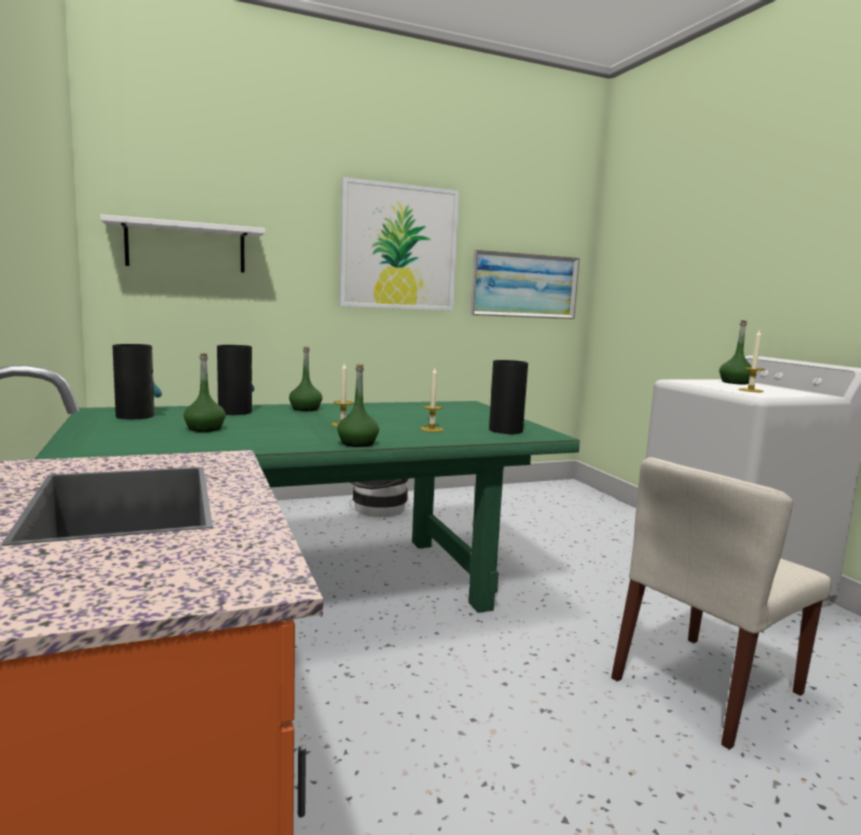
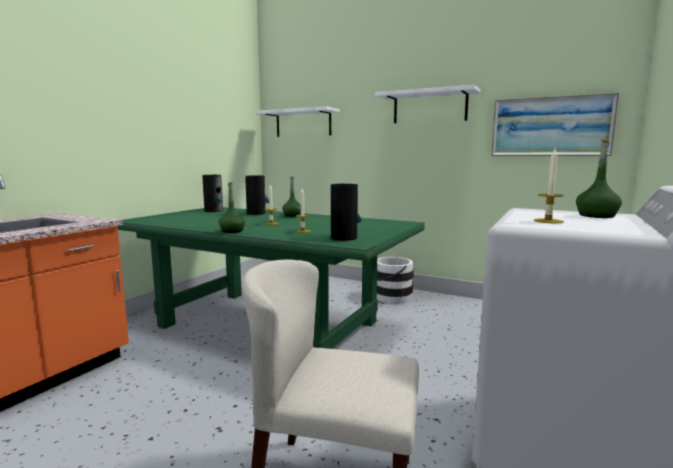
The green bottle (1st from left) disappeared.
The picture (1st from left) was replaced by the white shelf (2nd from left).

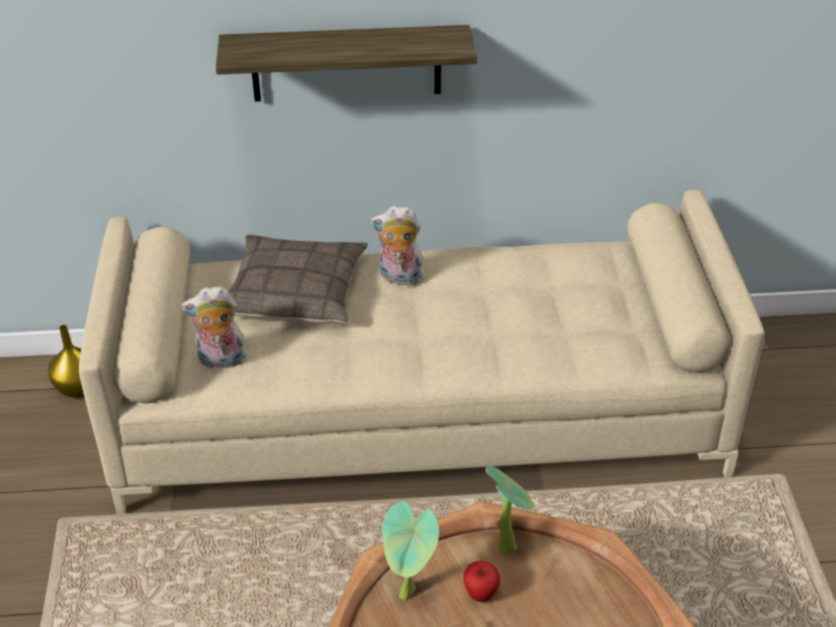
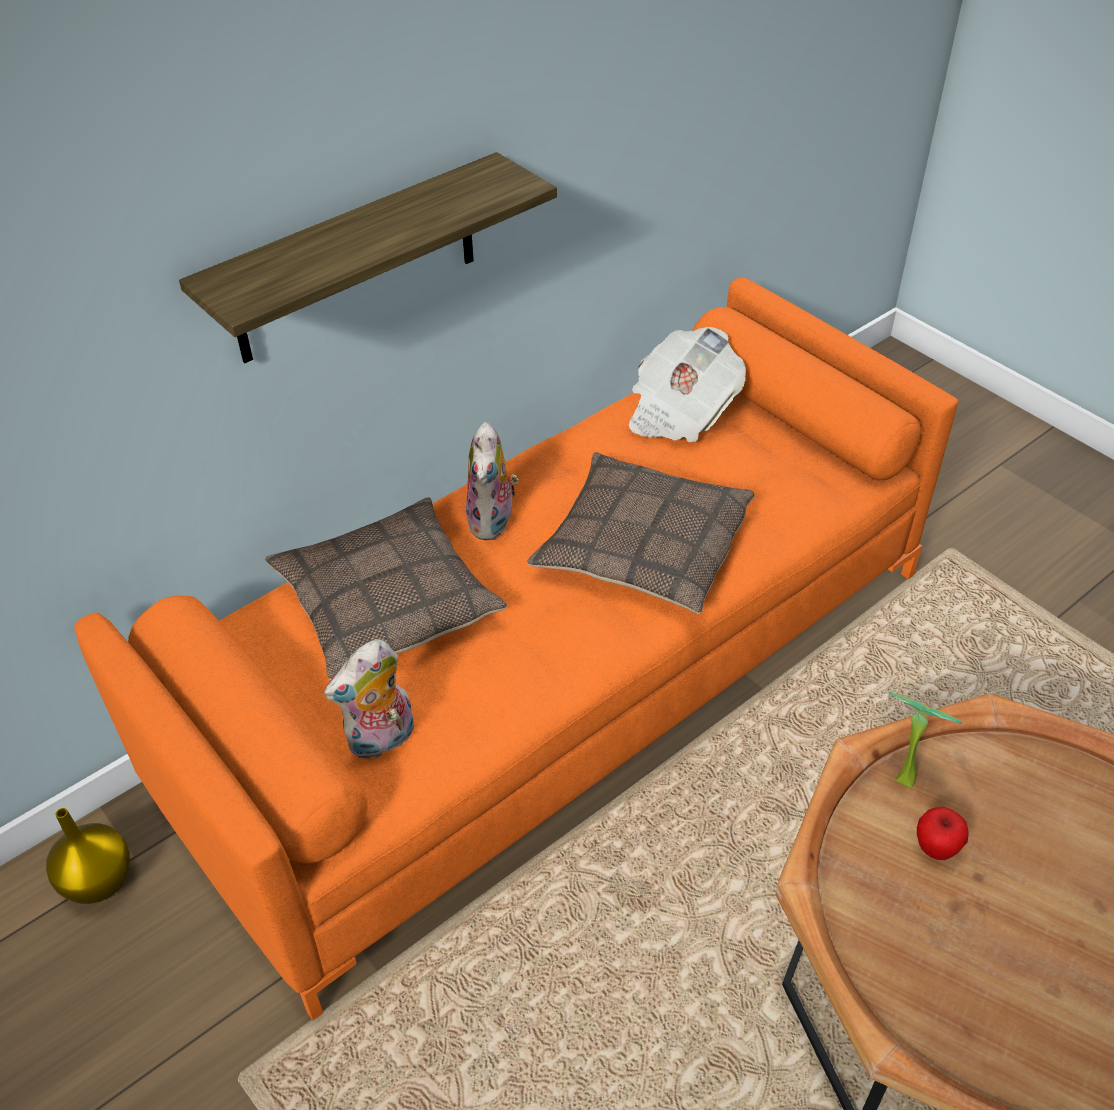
The beige sofa became the orange sofa.
The plush toy (2nd from left) turned 60 degrees counterclockwise.
The potted plant (1st from left) disappeared.
The pillow (2nd from left) appeared.
The newspaper appeared.

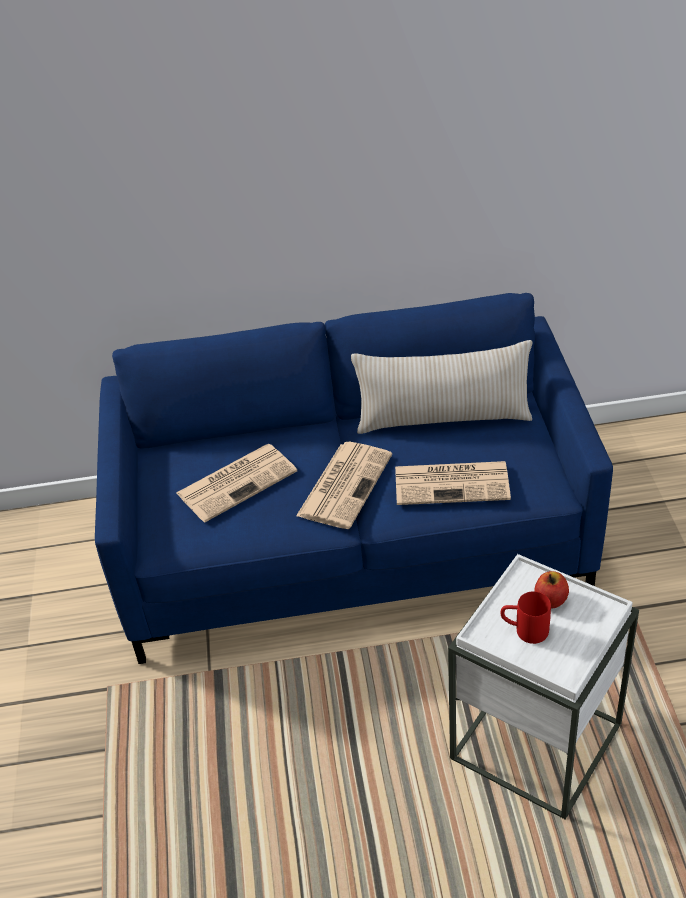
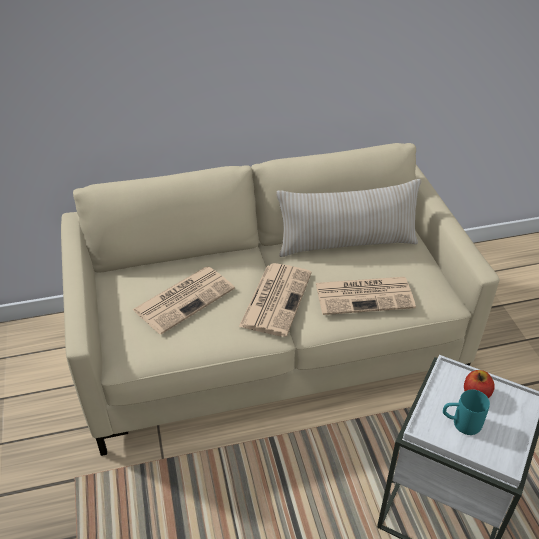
The blue sofa became the beige sofa.
The red mug became the turquoise mug.

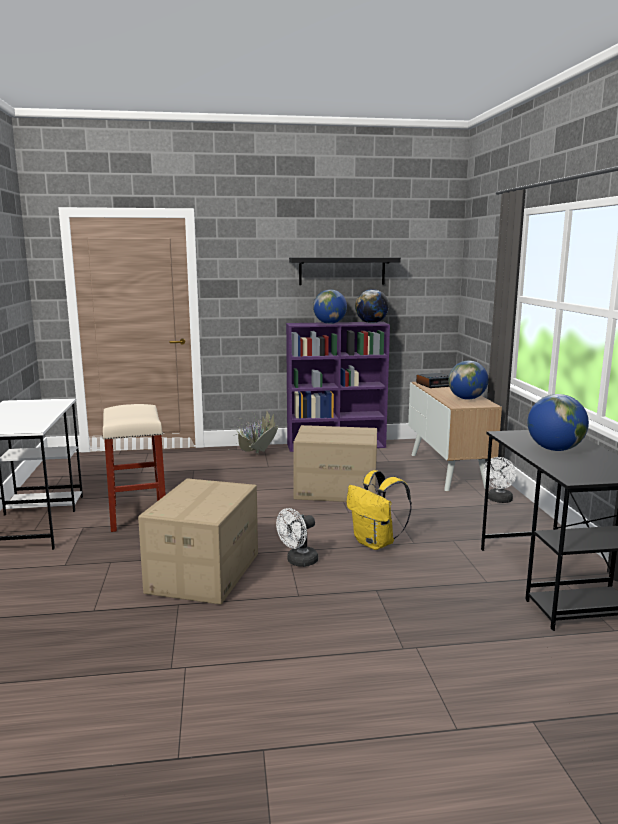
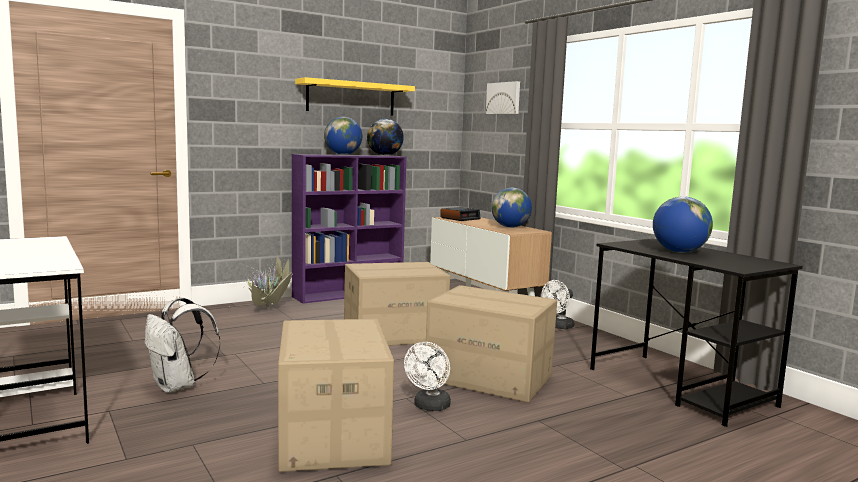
The beige stool was replaced by the white backpack.
The black shelf became the yellow shelf.
The yellow backpack was replaced by the cardboard box (3rd from left).
The white fan (2nd from left) turned 45 degrees clockwise.
The picture appeared.

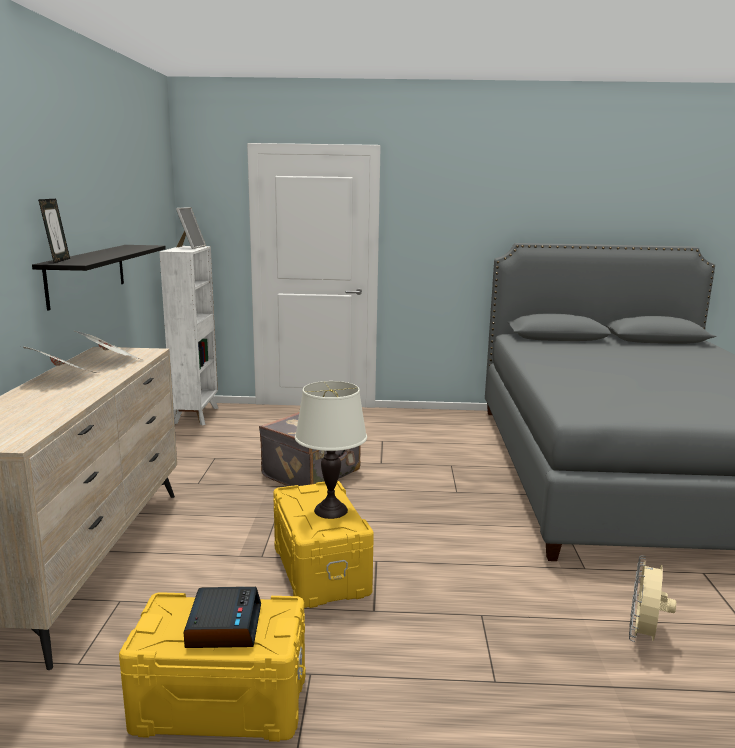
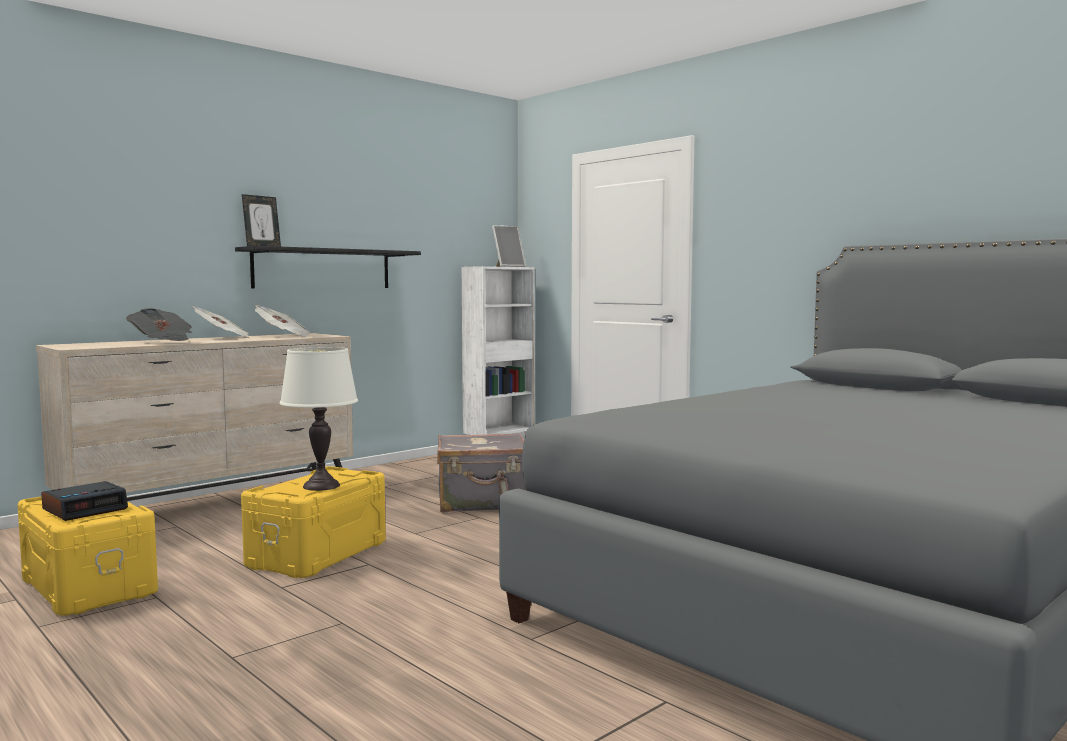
The beige fan disappeared.
The newspaper (1st from left) appeared.

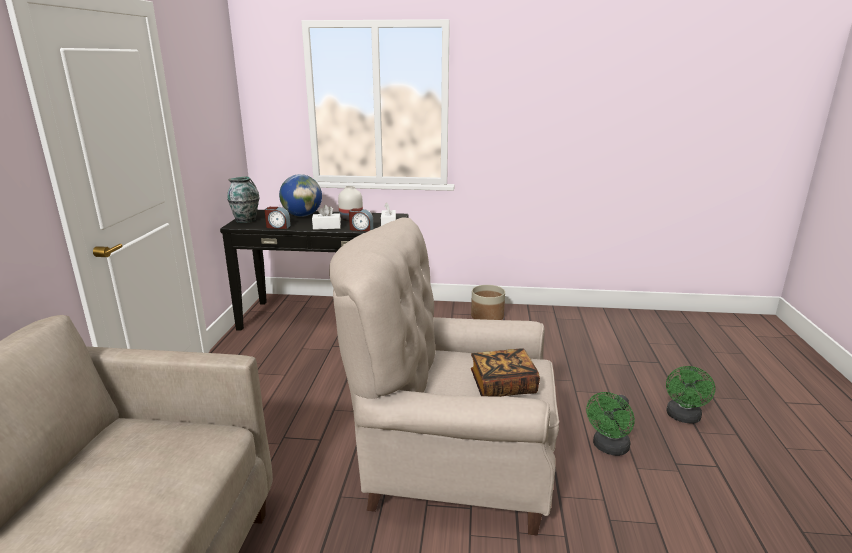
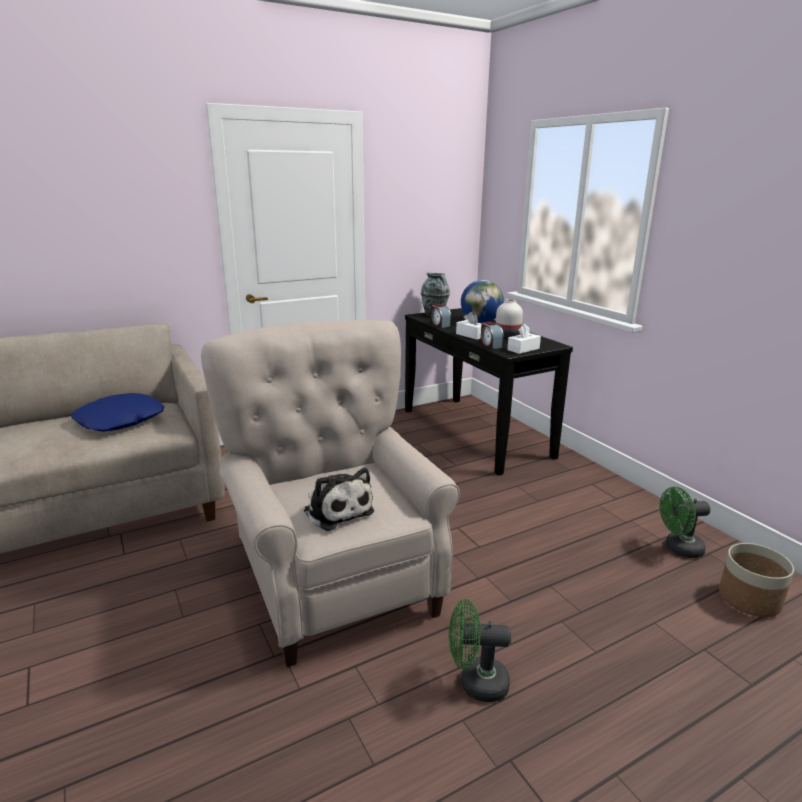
The planter moved.
The book was replaced by the plush toy.
The green fan (2nd from left) moved.
The blue pillow appeared.

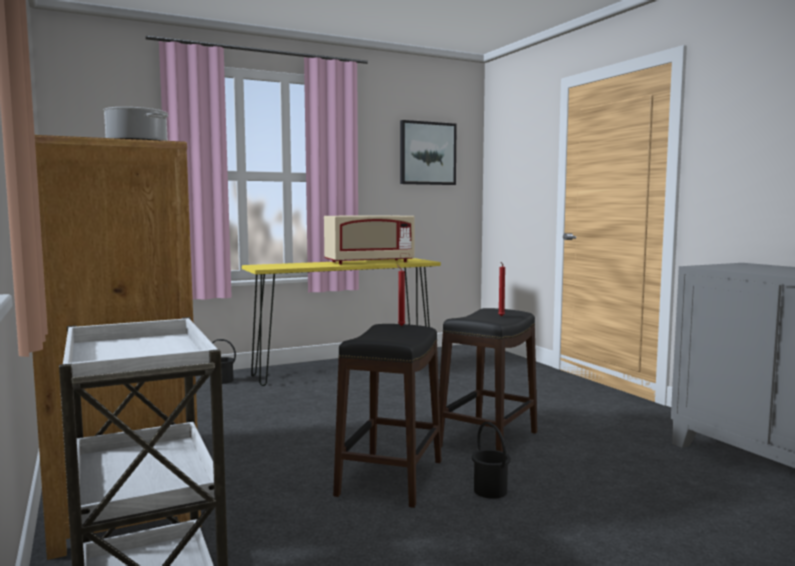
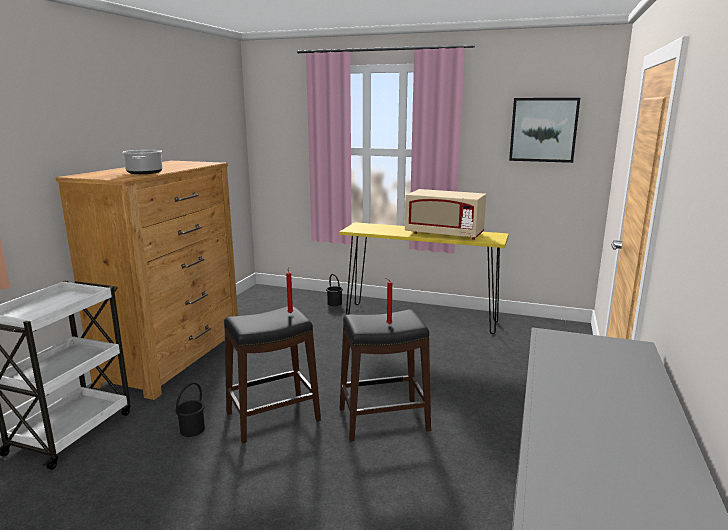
The black bucket (2nd from left in the first image) moved.

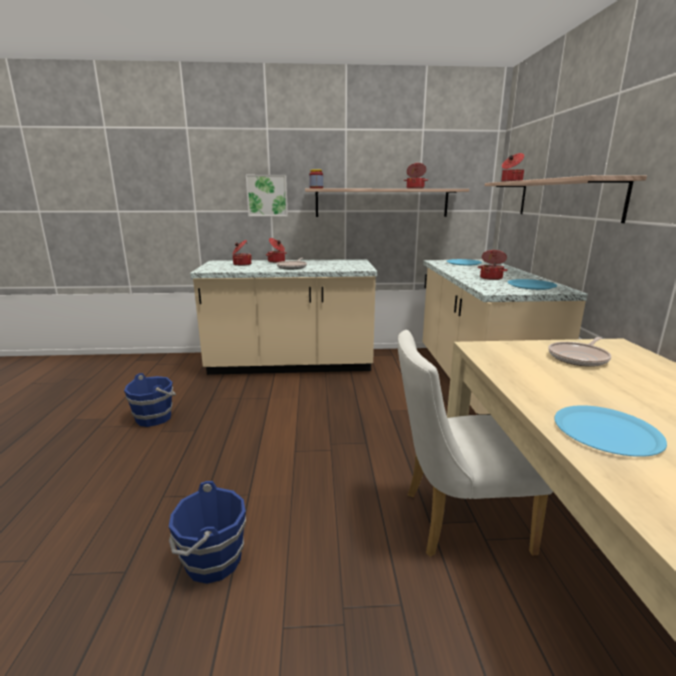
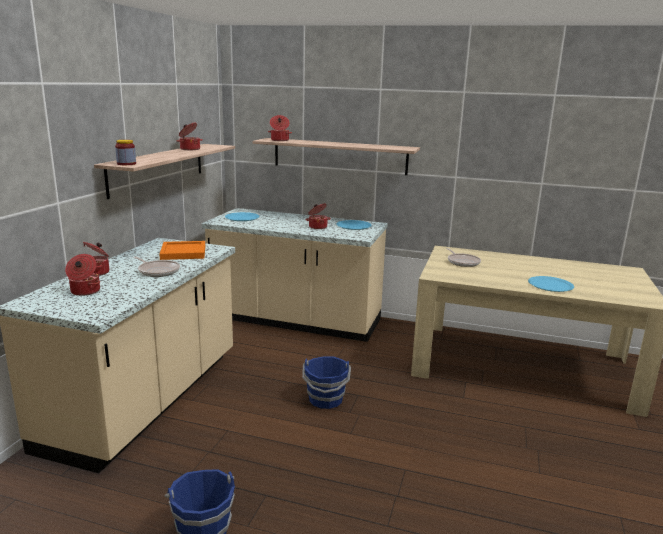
The blue bucket (2nd from left) moved.
The picture disappeared.
The white chair disappeared.
The orange tray appeared.

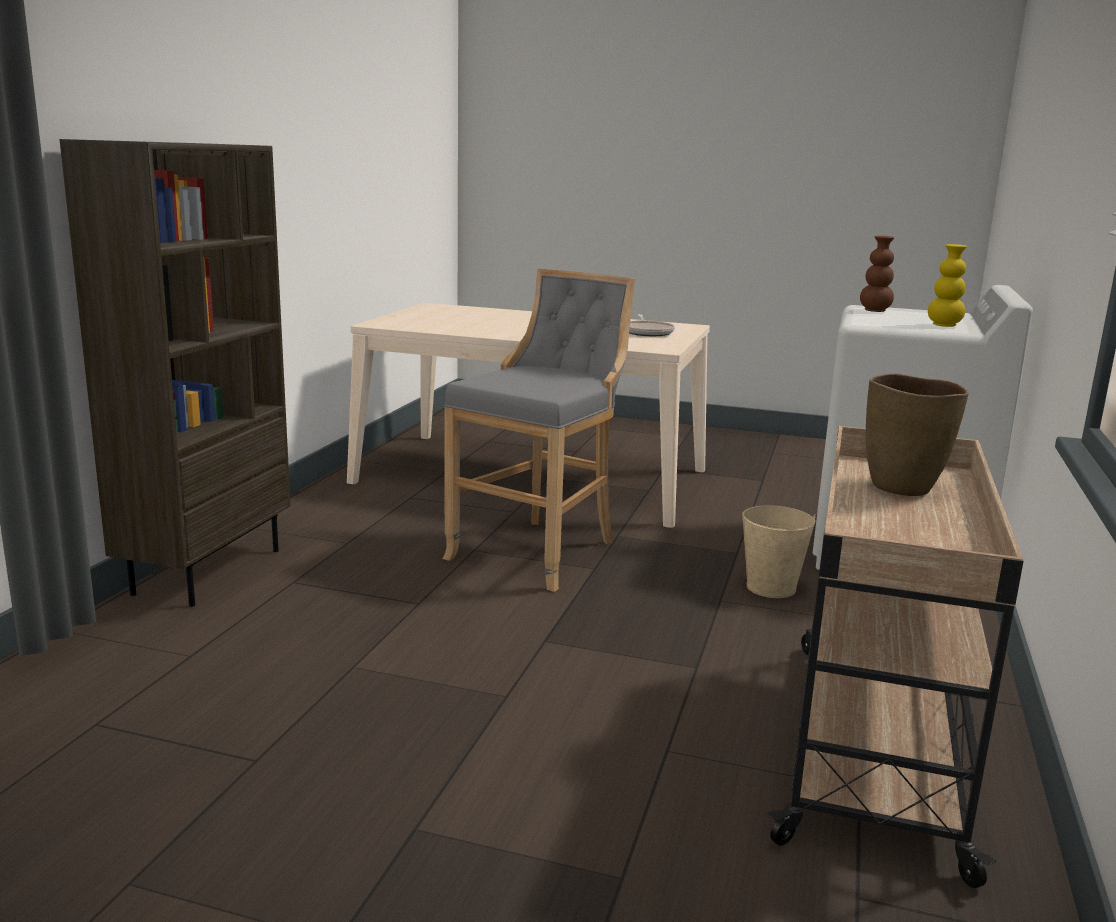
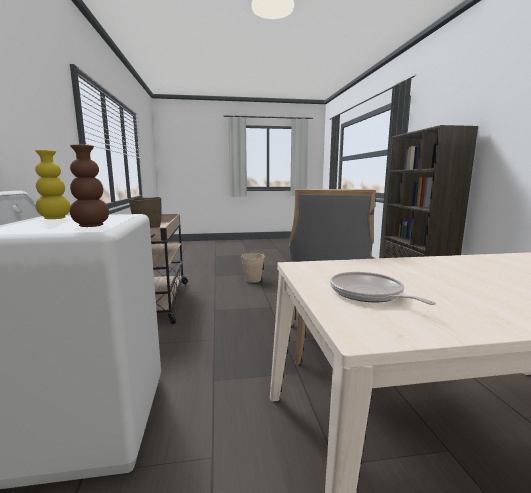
The beige bucket moved.

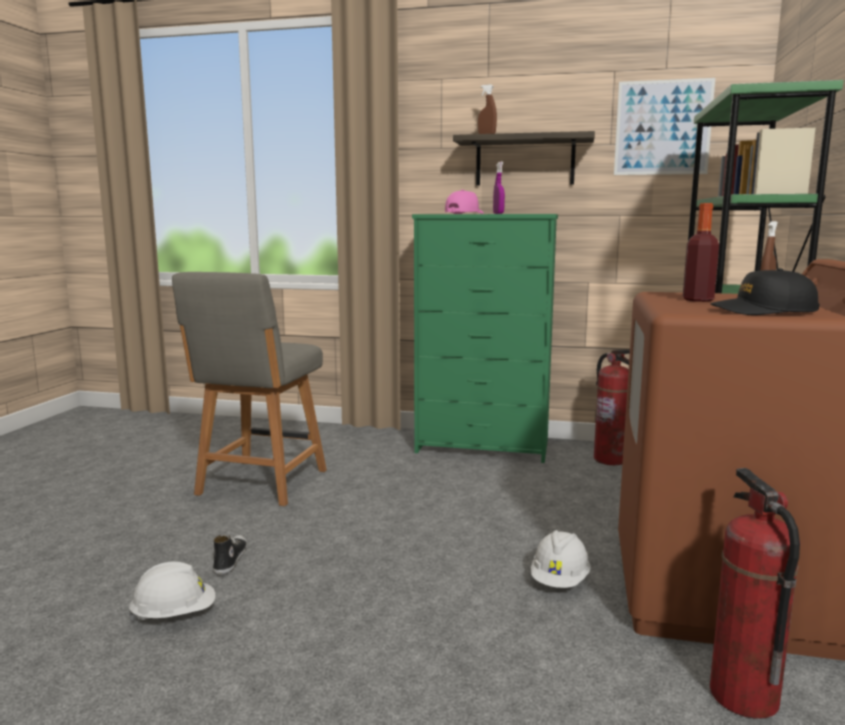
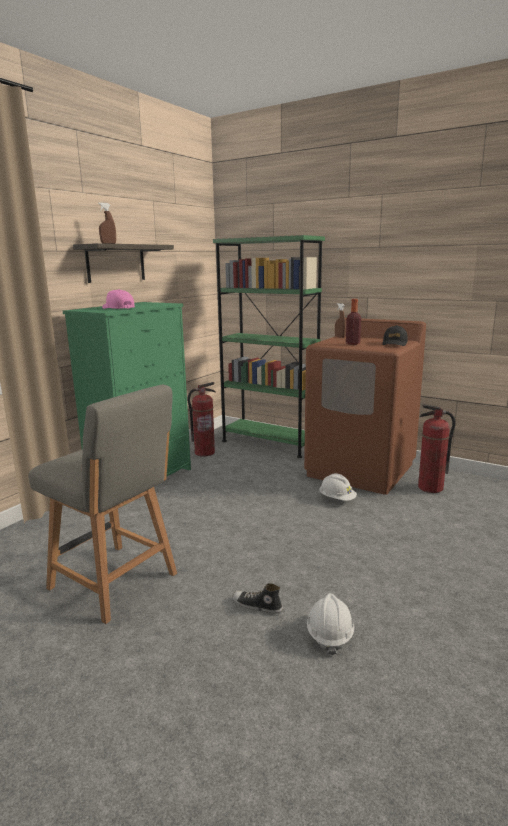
The purple spray bottle disappeared.
The picture disappeared.

